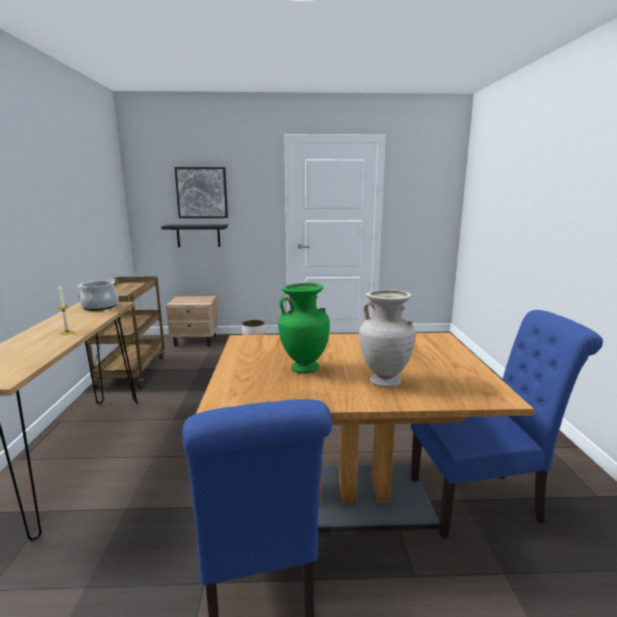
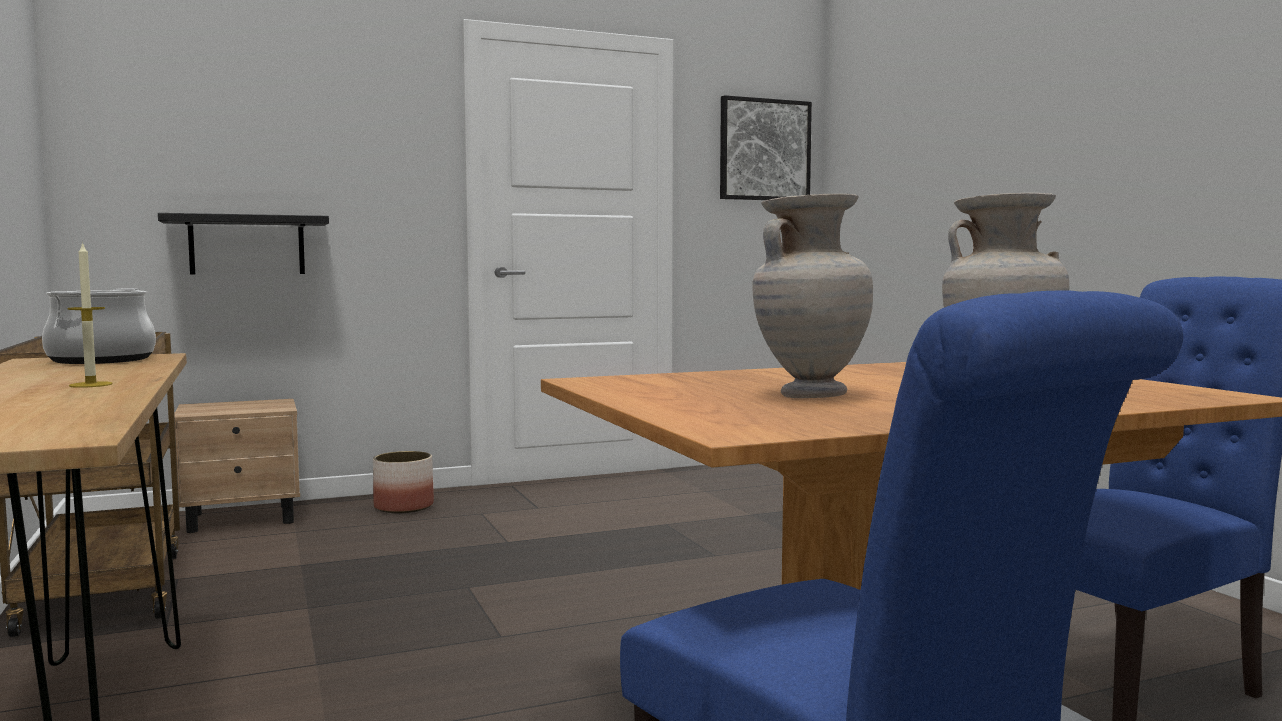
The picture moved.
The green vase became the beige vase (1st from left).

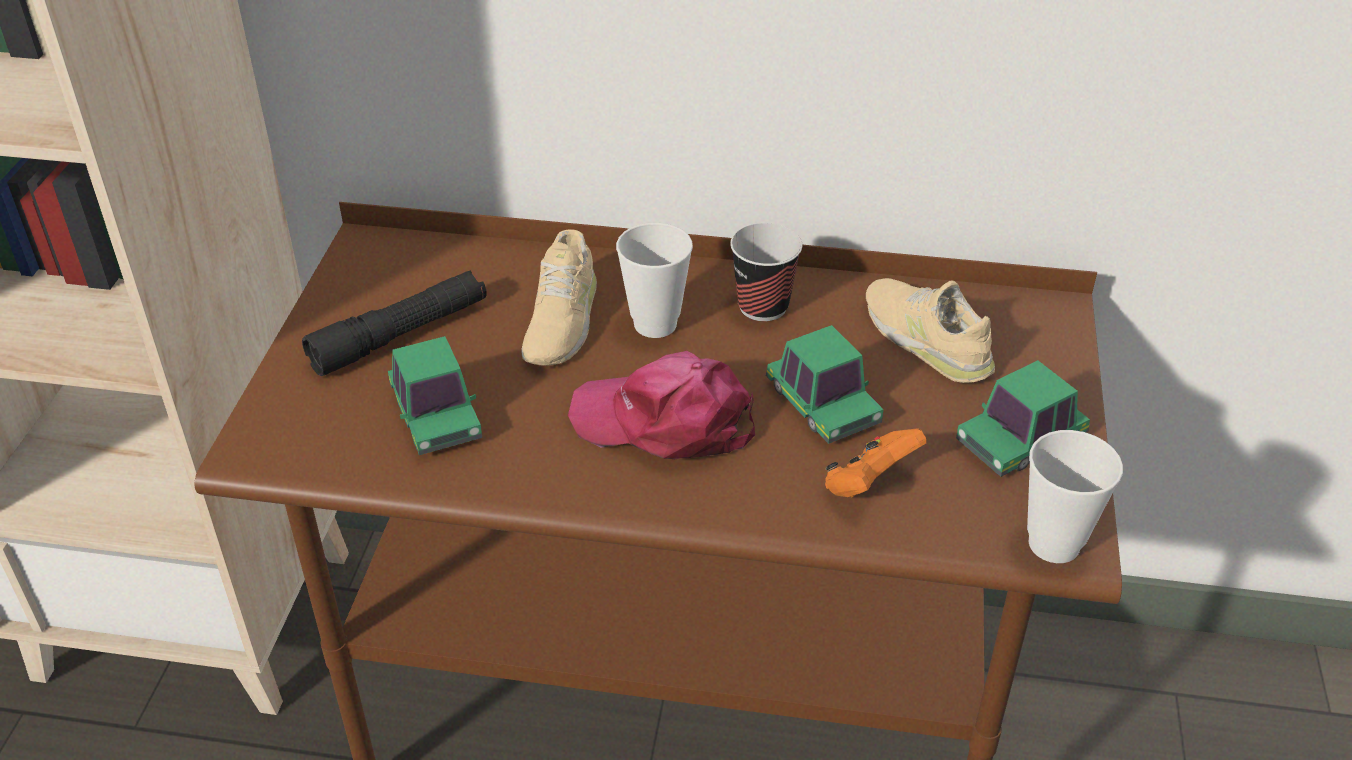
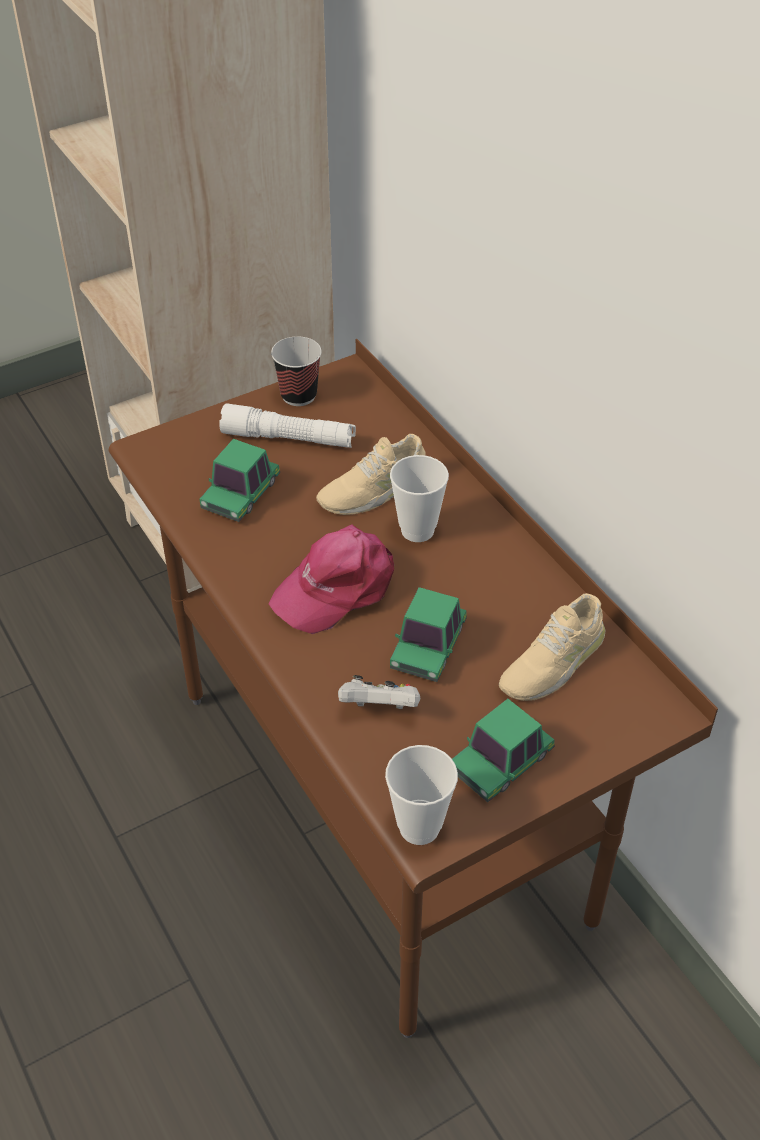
The black flashlight became the white flashlight.
The pink cap turned 105 degrees counterclockwise.
The cup (2nd from left in the first image) moved.
The orange game controller became the white game controller.
The beige shoe (2nd from left) turned 150 degrees counterclockwise.
The toy car (3rd from left) turned 60 degrees counterclockwise.

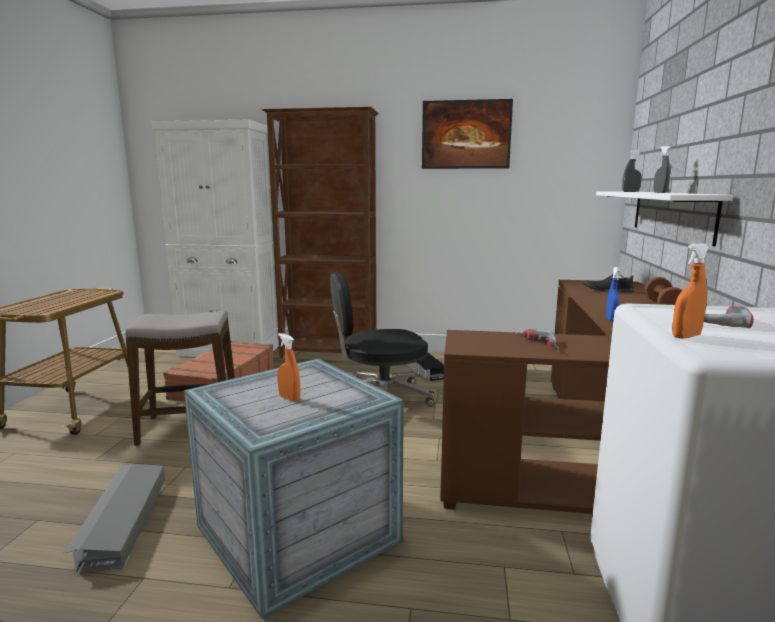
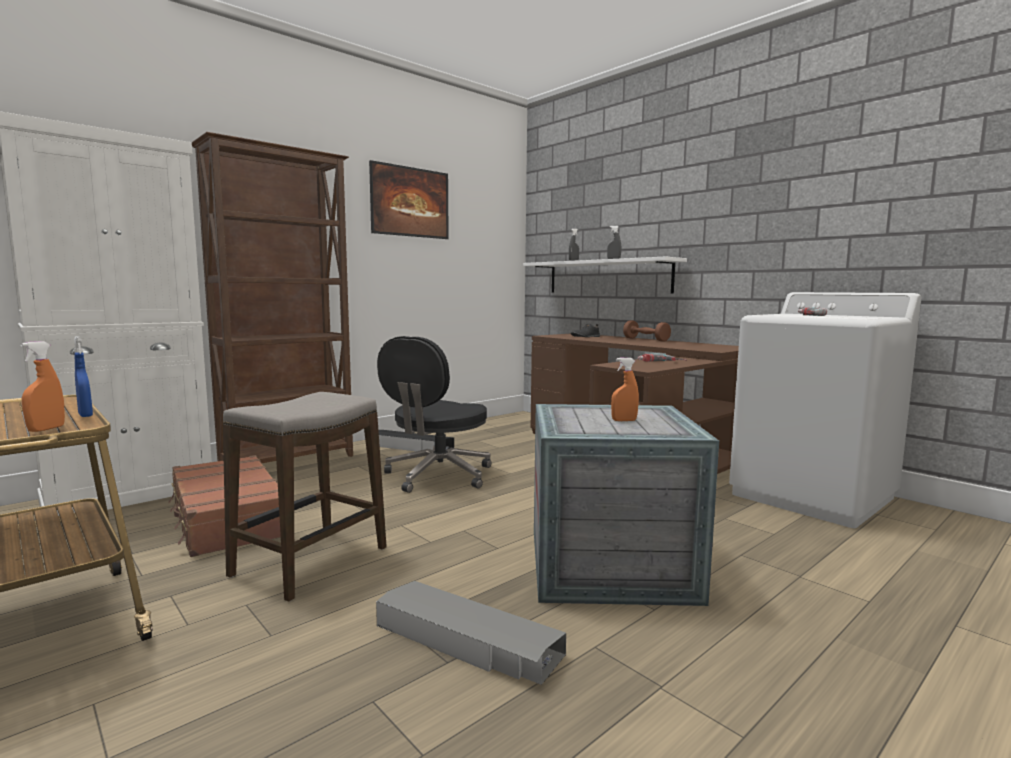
The blue spray bottle moved.
The orange spray bottle (2nd from left in the first image) moved.

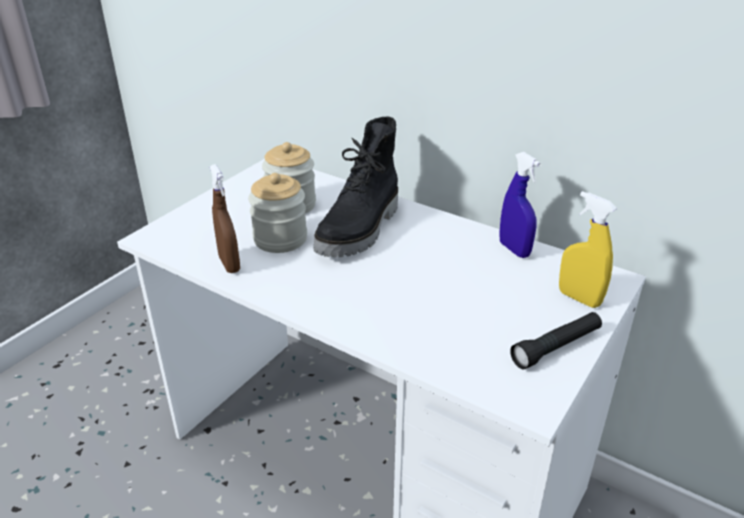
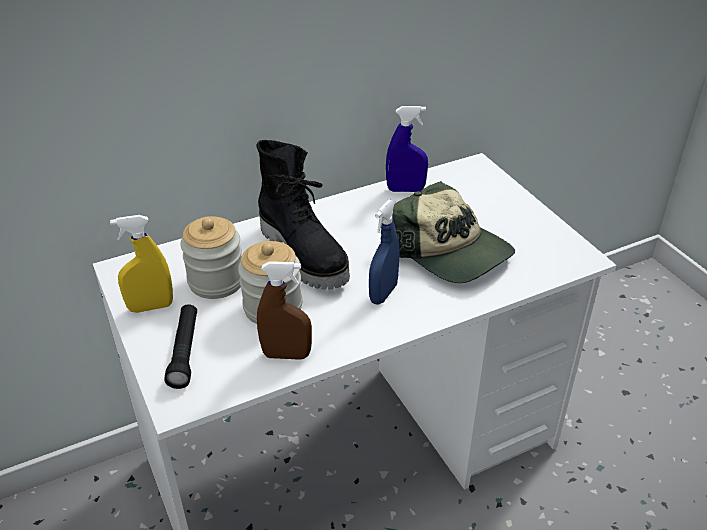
The black flashlight moved.
The yellow spray bottle moved.
The blue spray bottle (1st from left) appeared.
The cap appeared.

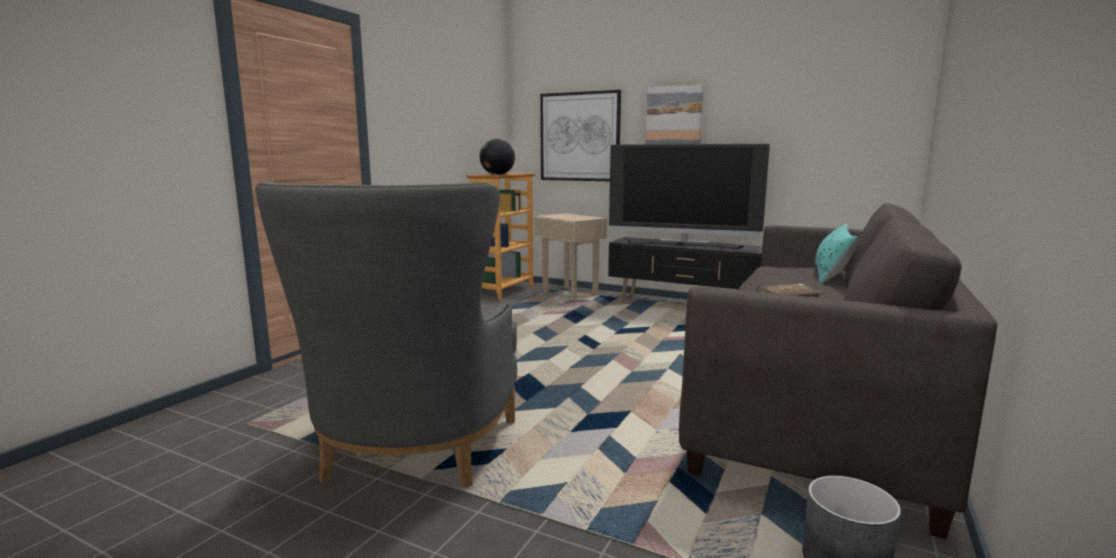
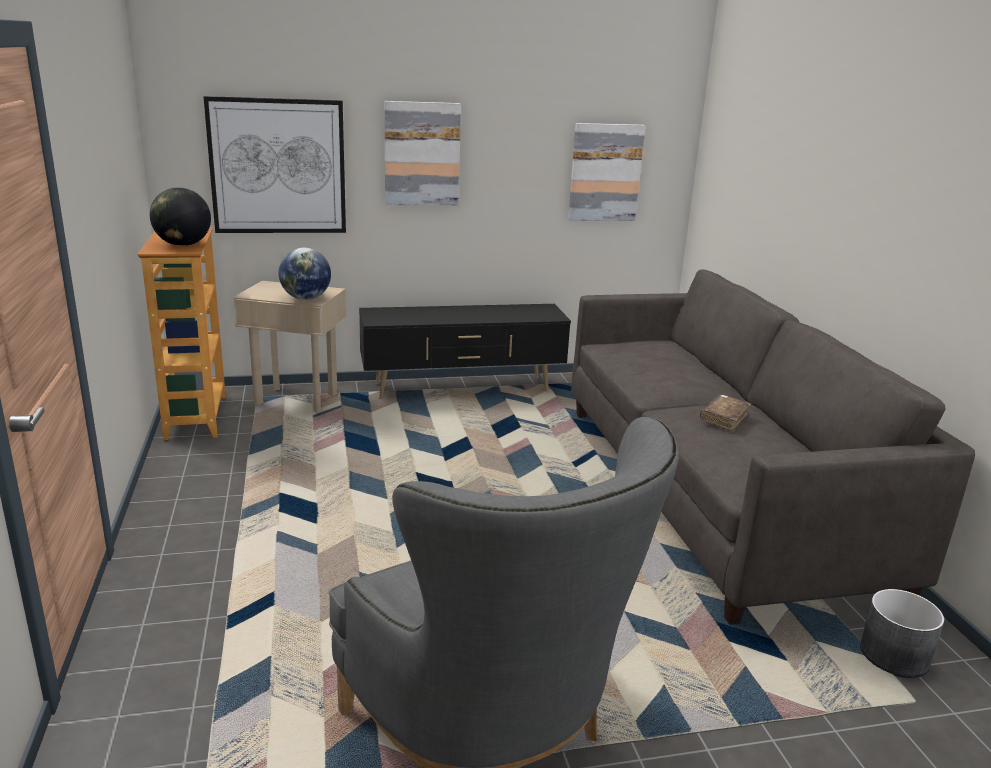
The television disappeared.
The turquoise pillow disappeared.
The globe (2nd from left) appeared.
The picture (3rd from left) appeared.

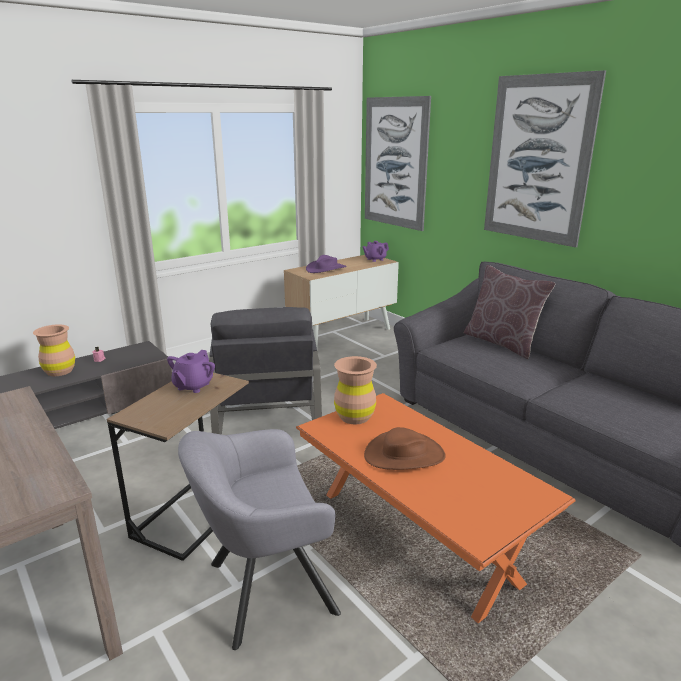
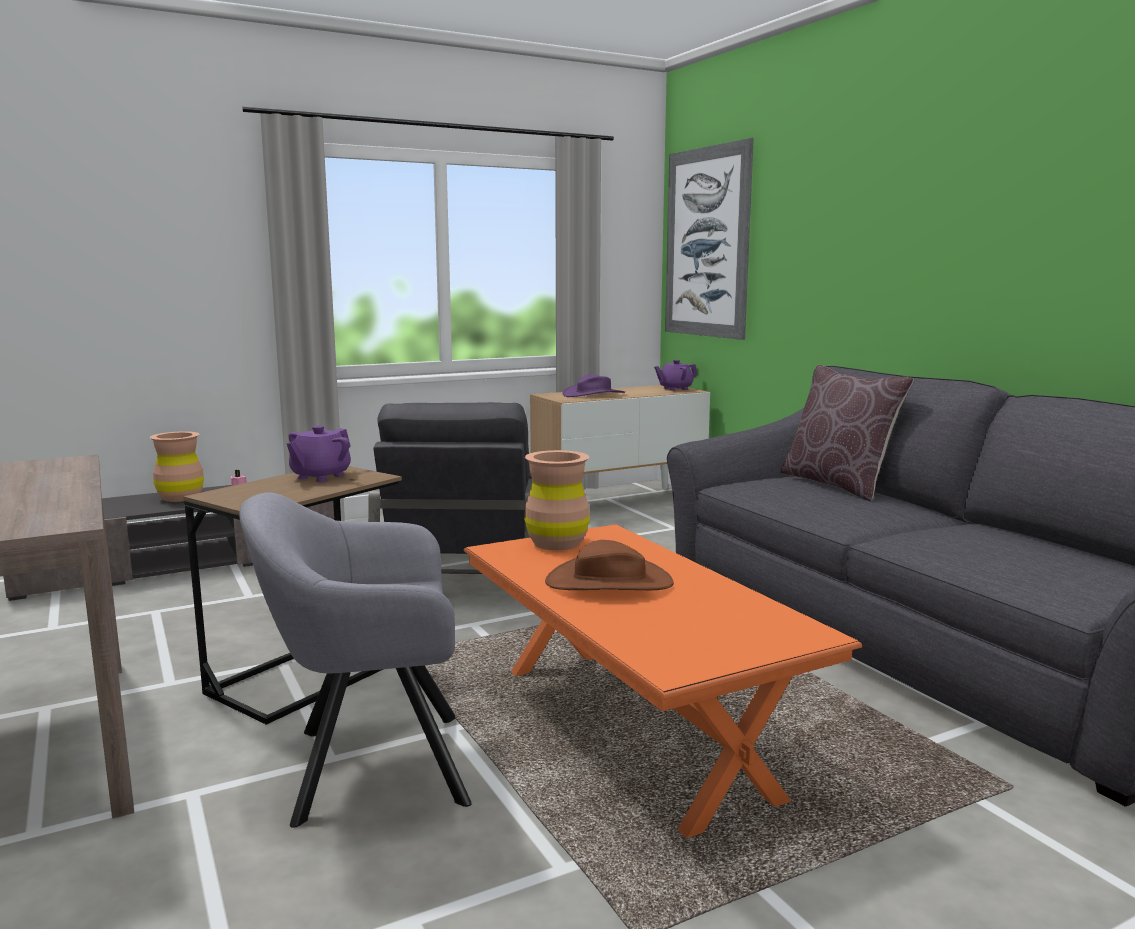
The picture (2nd from left) disappeared.

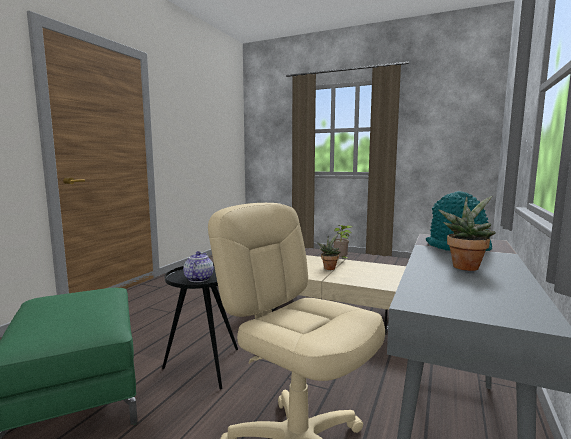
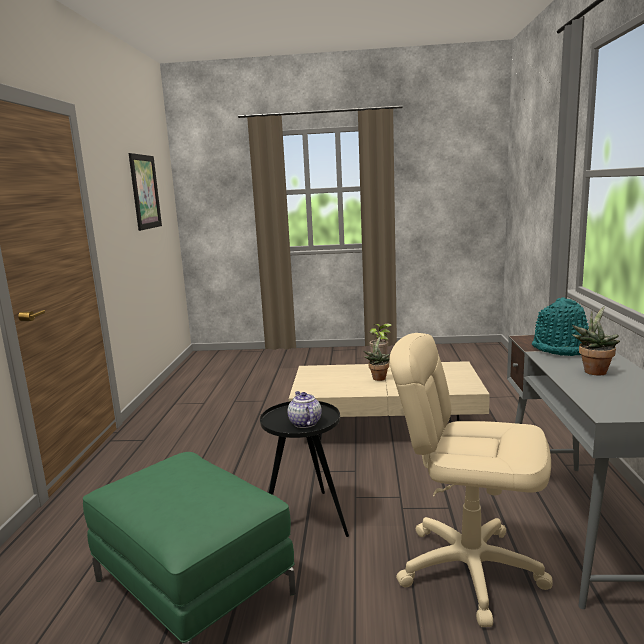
The picture appeared.

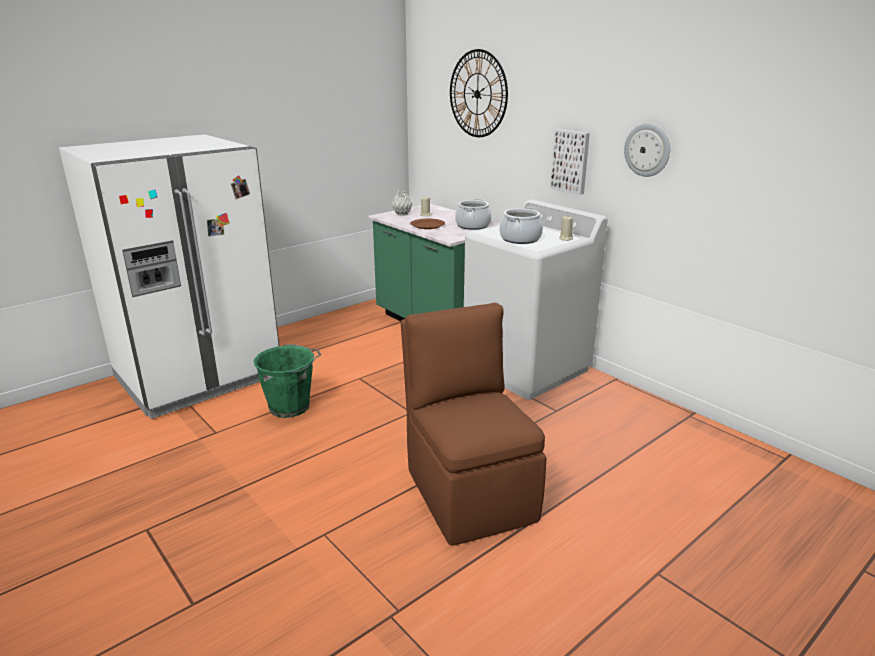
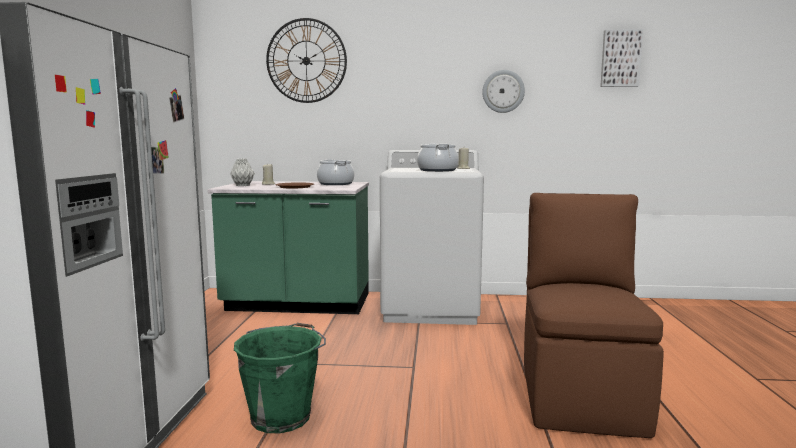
The brown chair turned 75 degrees clockwise.
The picture moved.

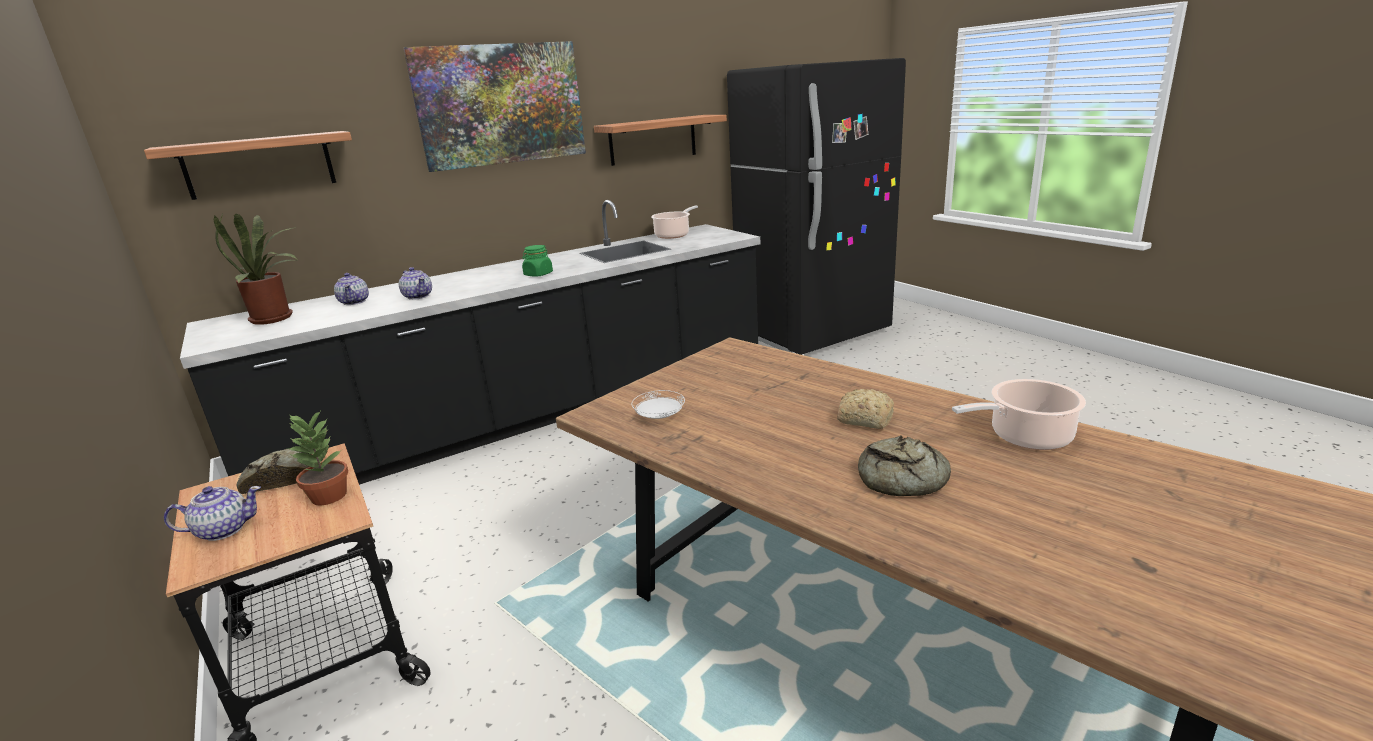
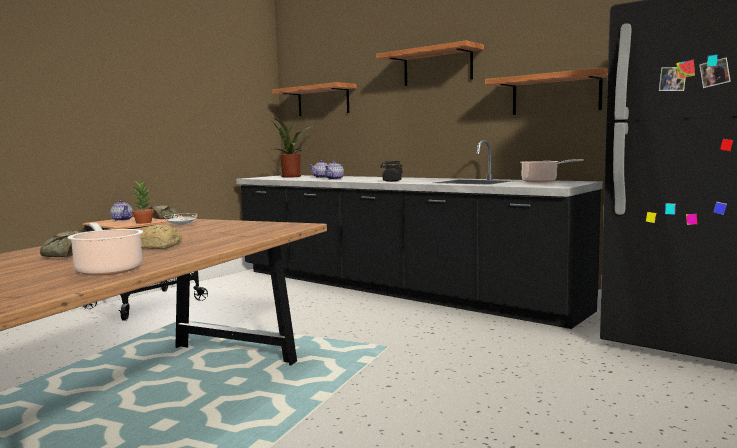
The picture was replaced by the shelf (2nd from left).
The green jar became the black jar.

